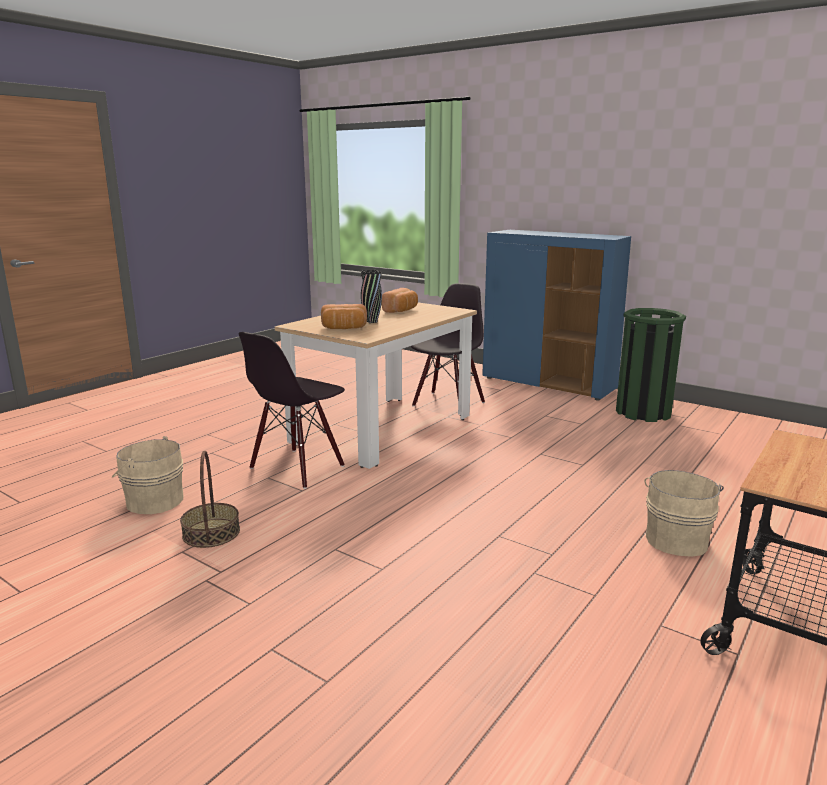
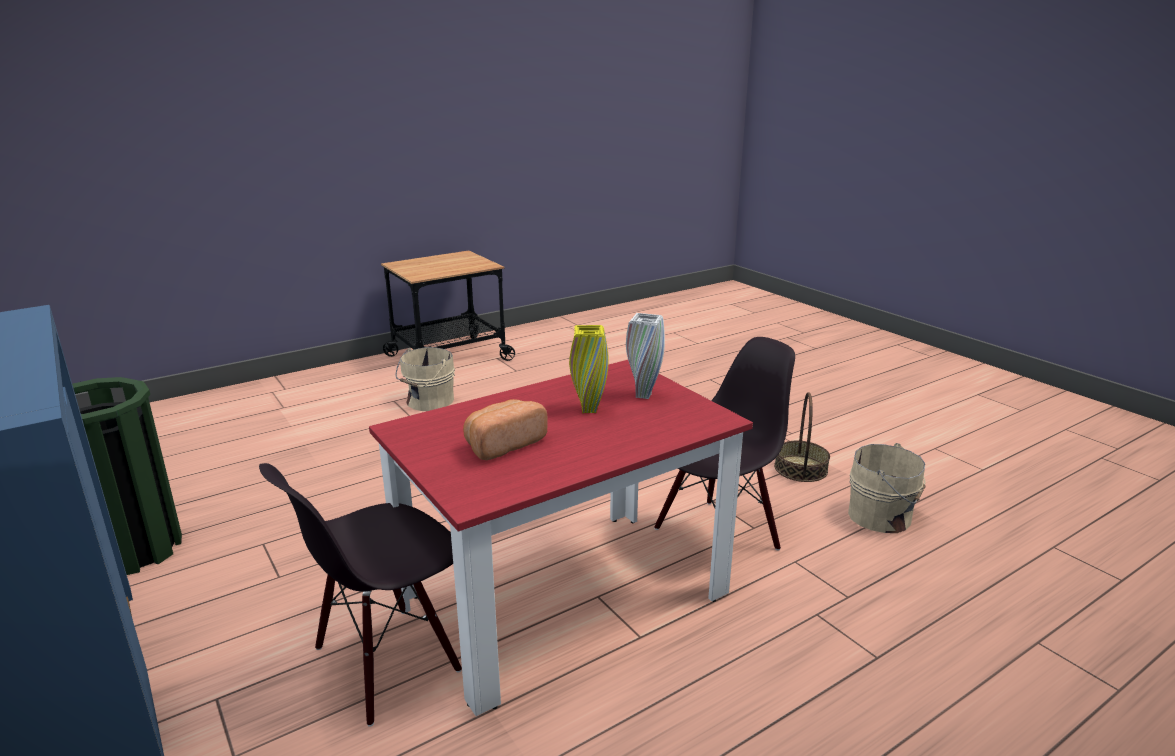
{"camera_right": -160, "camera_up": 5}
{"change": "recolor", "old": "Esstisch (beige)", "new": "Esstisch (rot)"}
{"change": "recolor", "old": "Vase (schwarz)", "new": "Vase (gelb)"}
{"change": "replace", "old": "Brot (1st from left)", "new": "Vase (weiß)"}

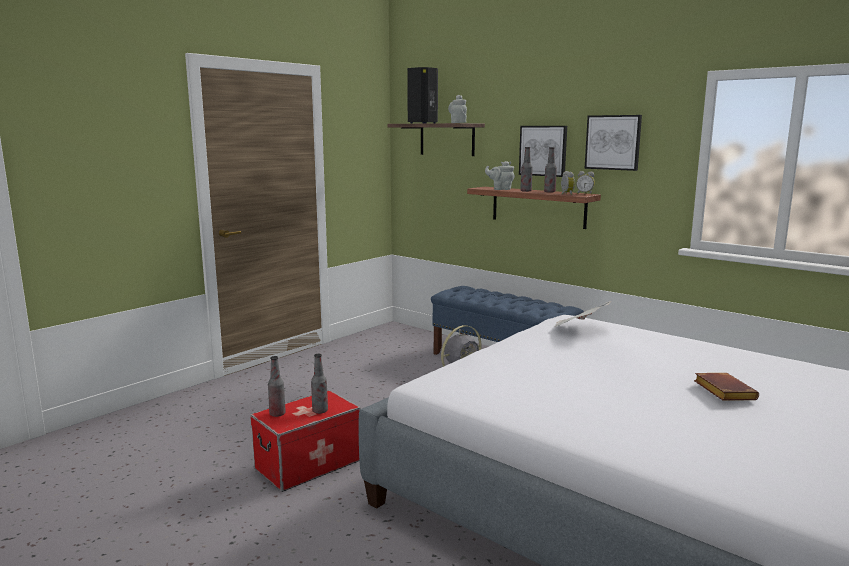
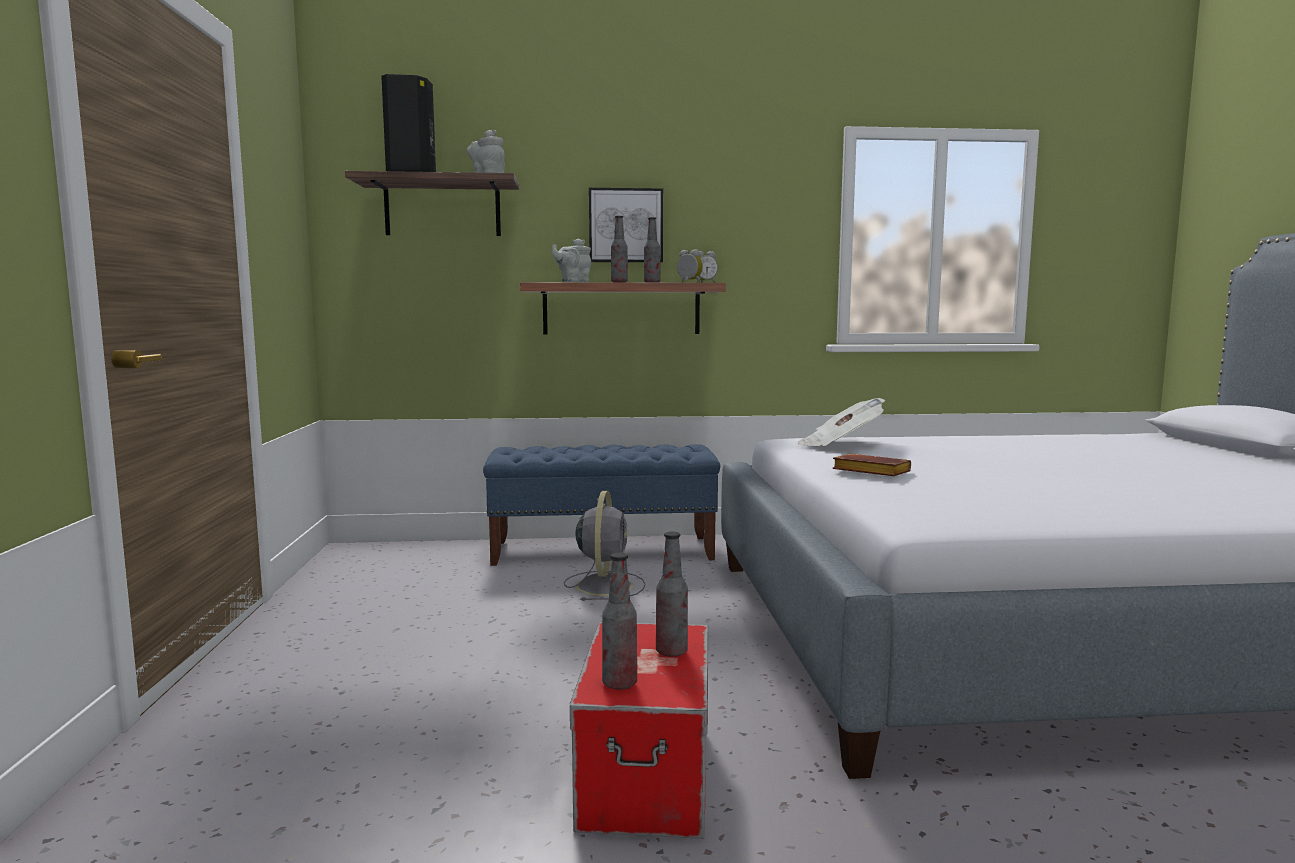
{"camera_right": -45, "camera_up": -5}
{"change": "move", "old": "Buch (braun)"}
{"change": "delete", "old": "Bild (2nd from left)"}

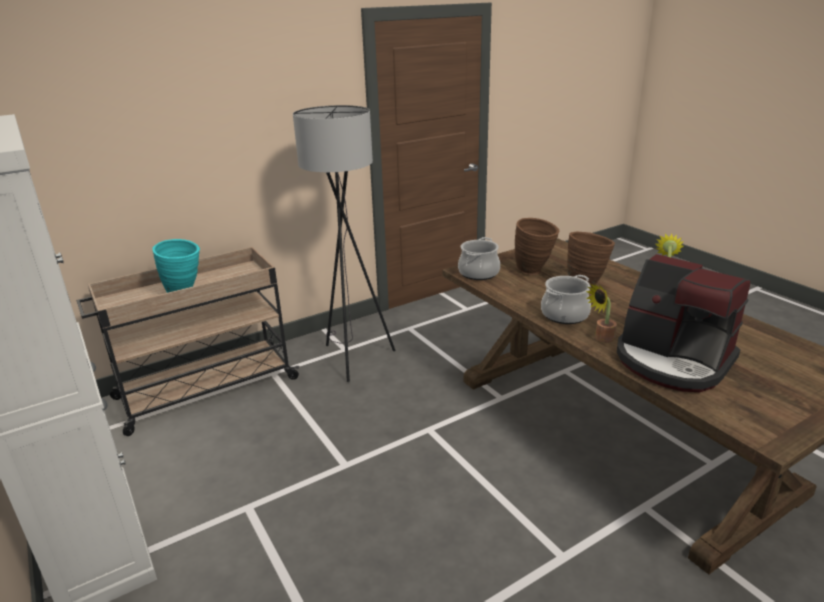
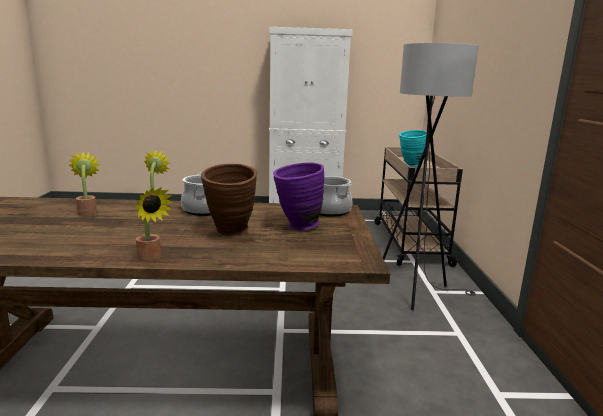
{"camera_right": 120, "camera_up": -10}
{"change": "replace", "old": "Kaffeemaschine", "new": "Topfpflanze (1st from left)"}
{"change": "recolor", "old": "Vase (braun) (1st from left)", "new": "Vase (lila)"}

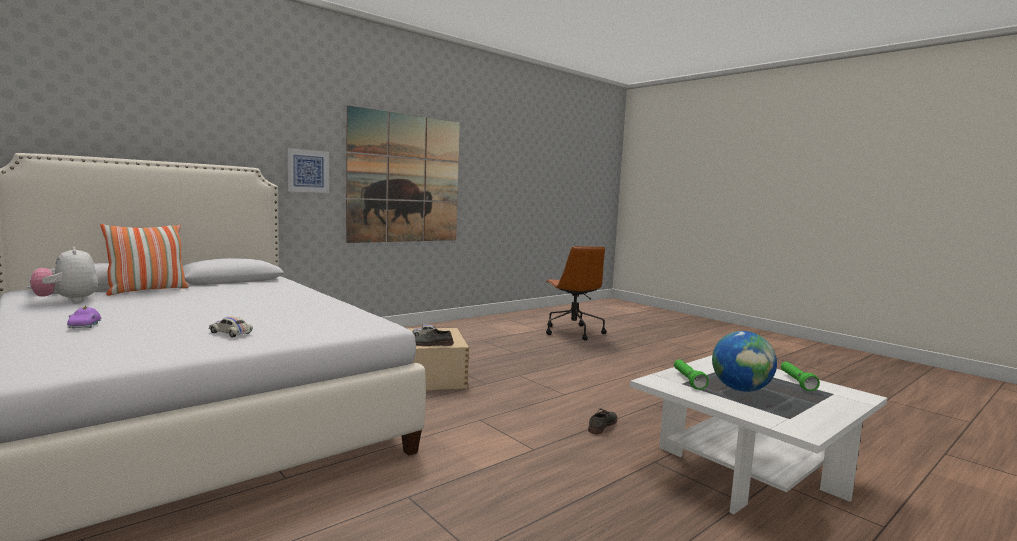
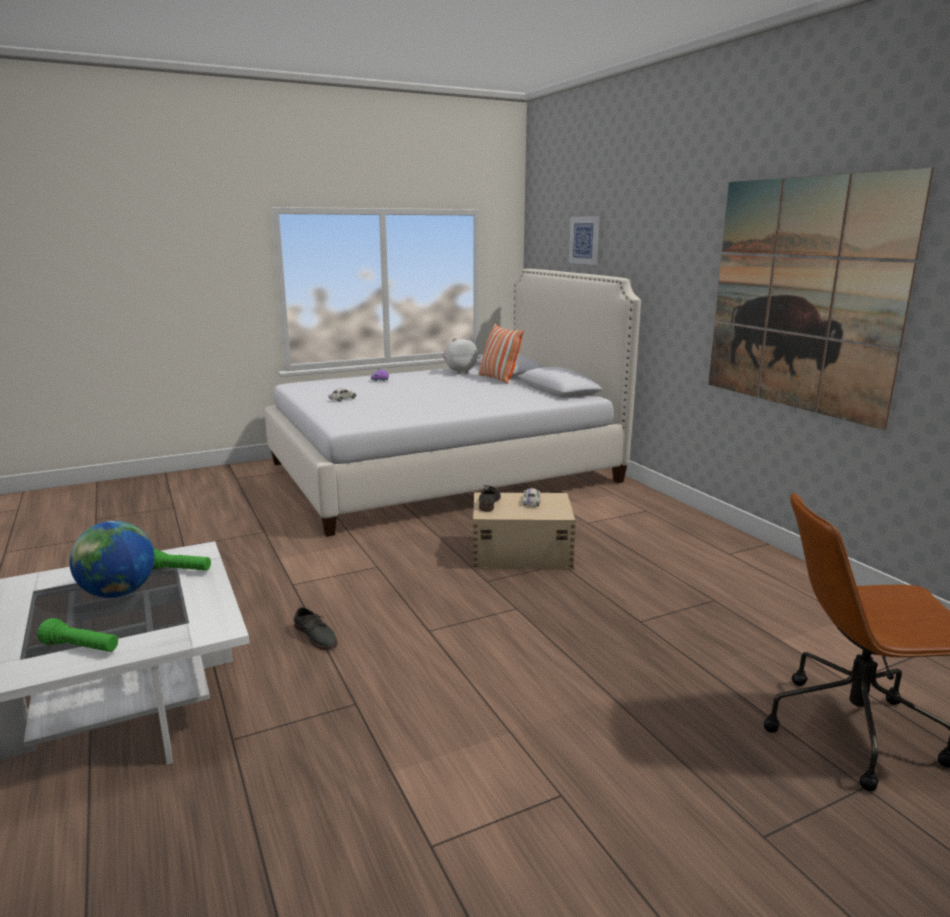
{"camera_right": 105, "camera_up": 10}
{"change": "move", "old": "Bild (1st from left)"}

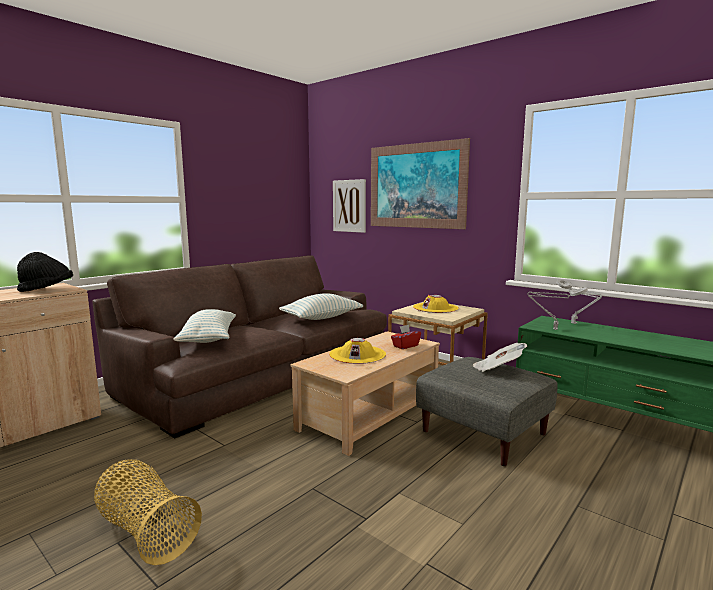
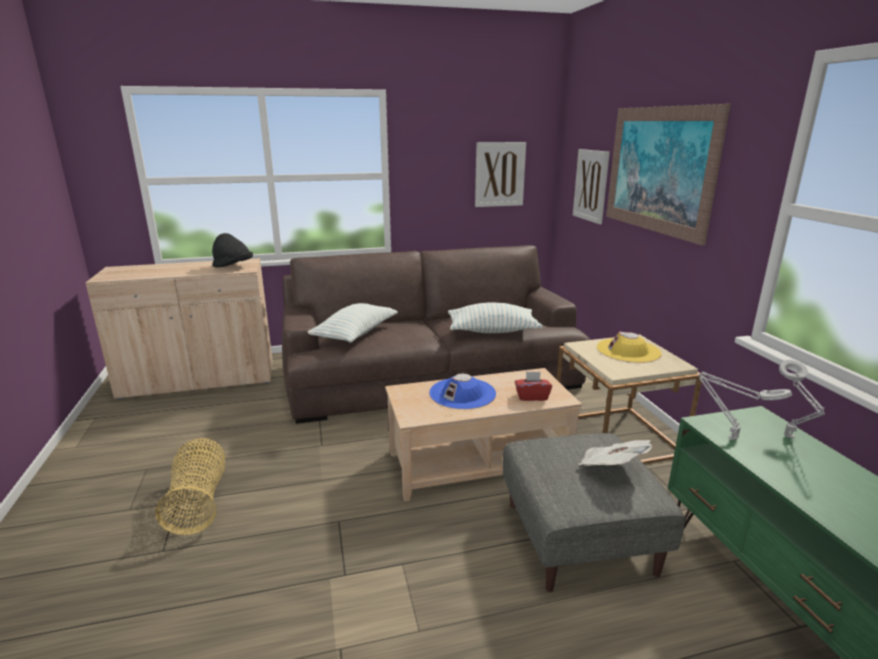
{"camera_right": 35, "camera_up": 10}
{"change": "recolor", "old": "Hut (gelb) (1st from left)", "new": "Hut (blau)"}
{"change": "insert", "new": "Bild (1st from left)"}

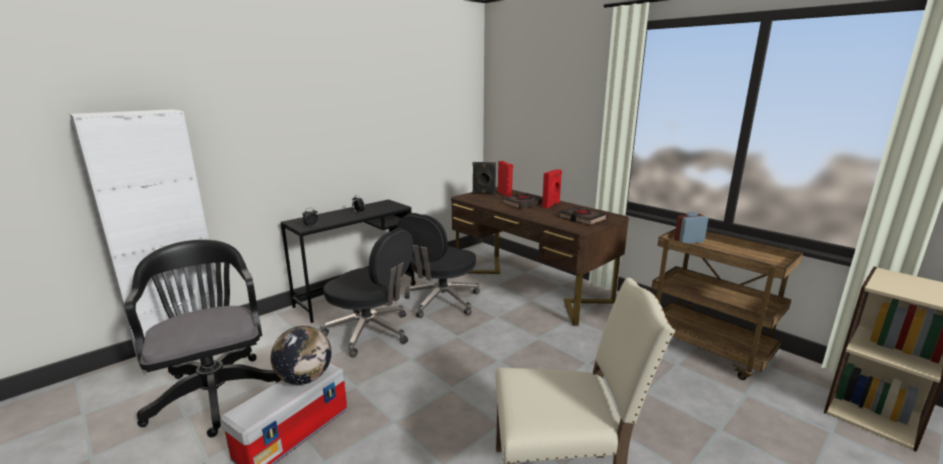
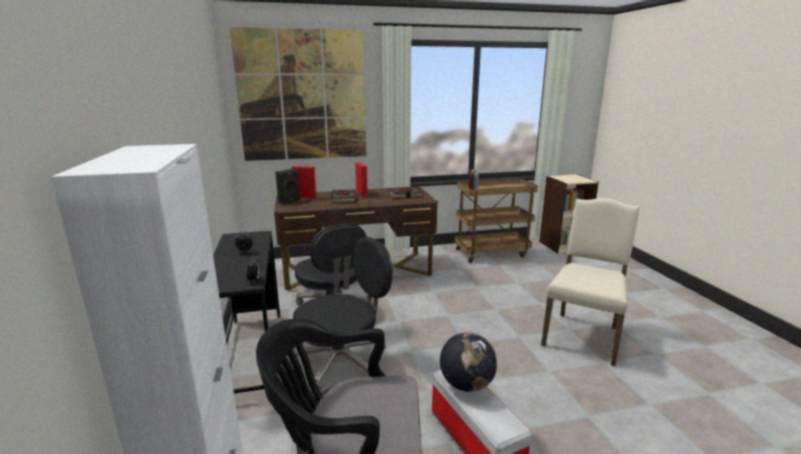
{"camera_right": -60, "camera_up": 0}
{"change": "insert", "new": "Bild"}

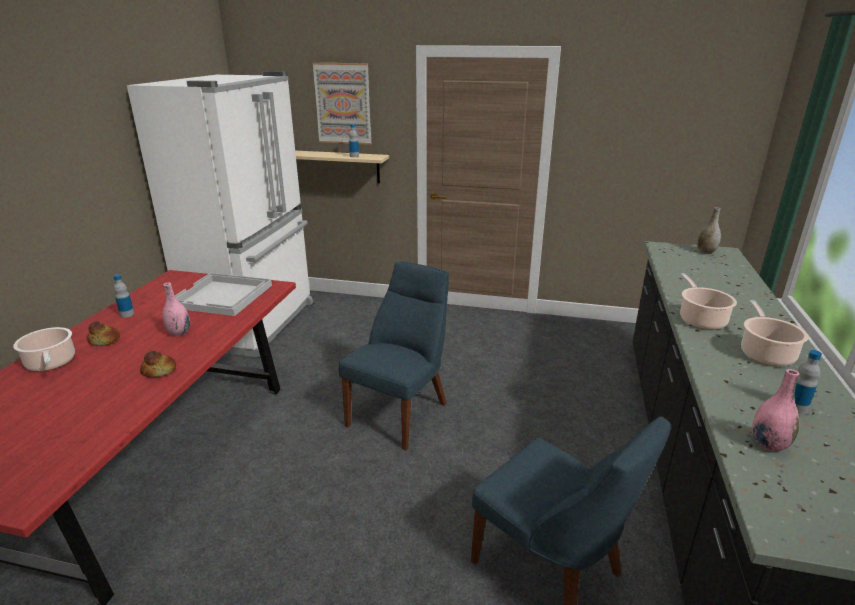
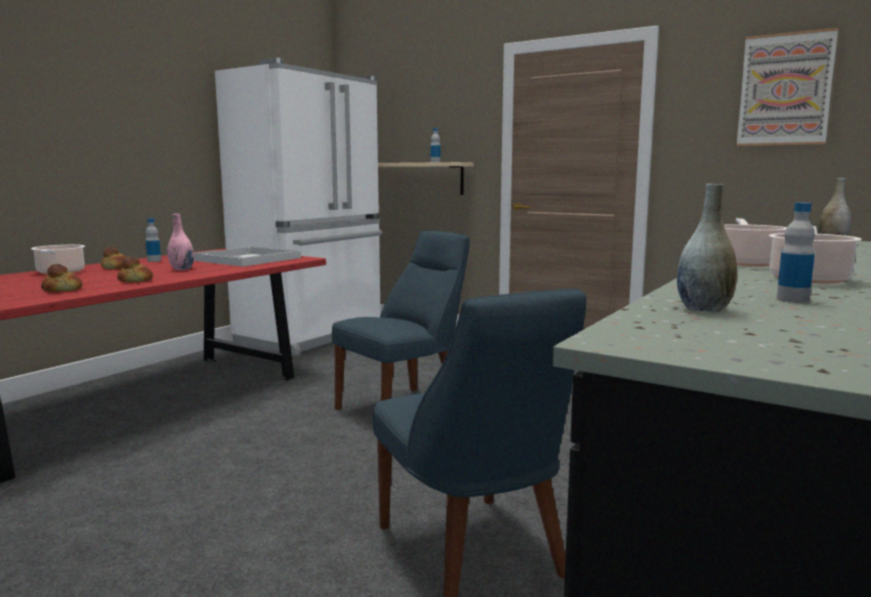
{"camera_right": 20, "camera_up": -15}
{"change": "insert", "new": "Brot (1st from left)"}
{"change": "recolor", "old": "Vase (rosa) (2nd from left)", "new": "Vase (grau) (1st from left)"}
{"change": "move", "old": "Bild"}

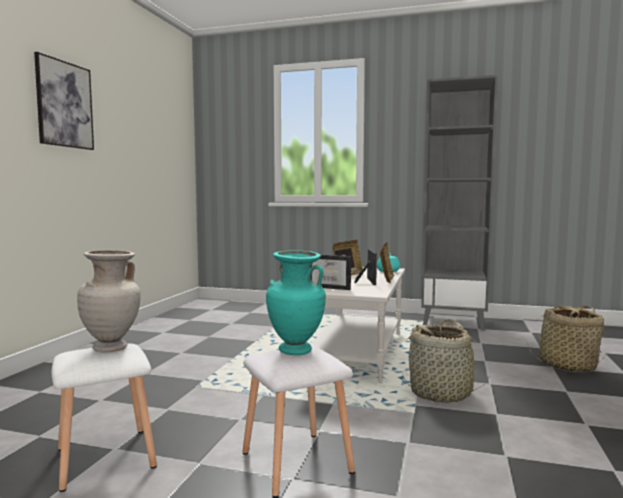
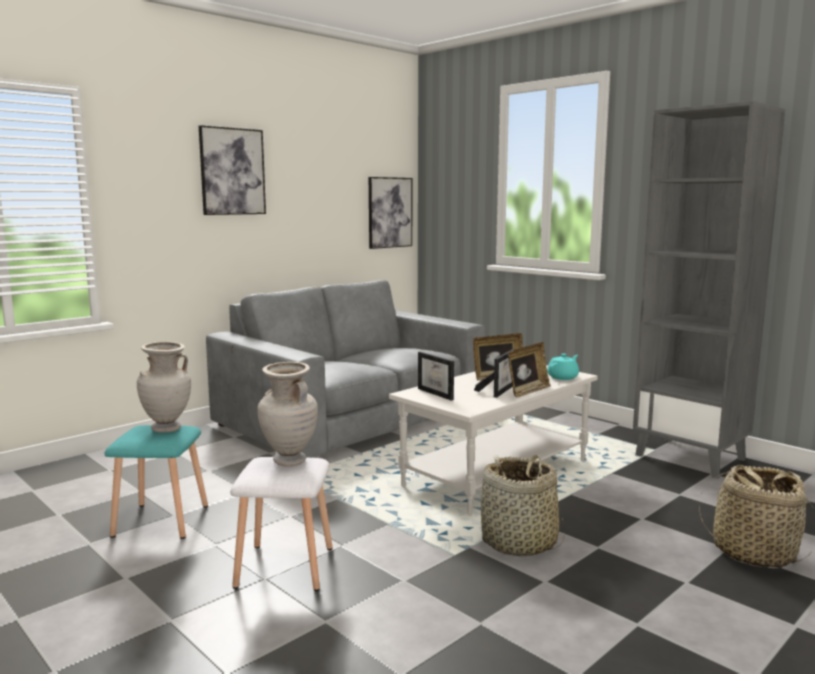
{"camera_right": 30, "camera_up": 5}
{"change": "recolor", "old": "Hocker (weiß) (1st from left)", "new": "Hocker (türkis)"}
{"change": "insert", "new": "Sofa (grau)"}
{"change": "recolor", "old": "Vase (türkis)", "new": "Vase (beige) (2nd from left)"}
{"change": "insert", "new": "Bild (2nd from left)"}

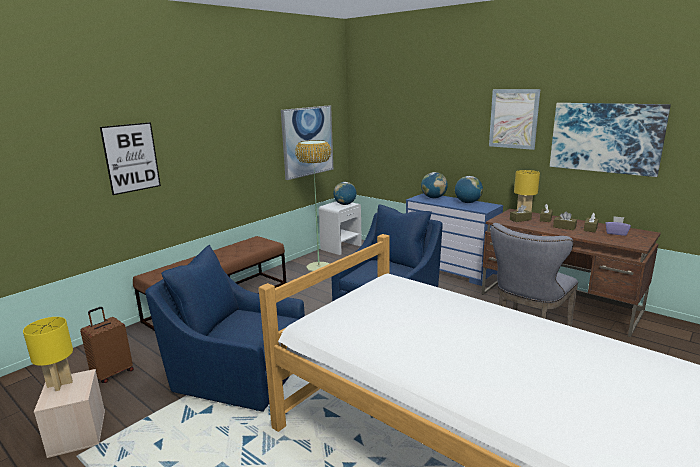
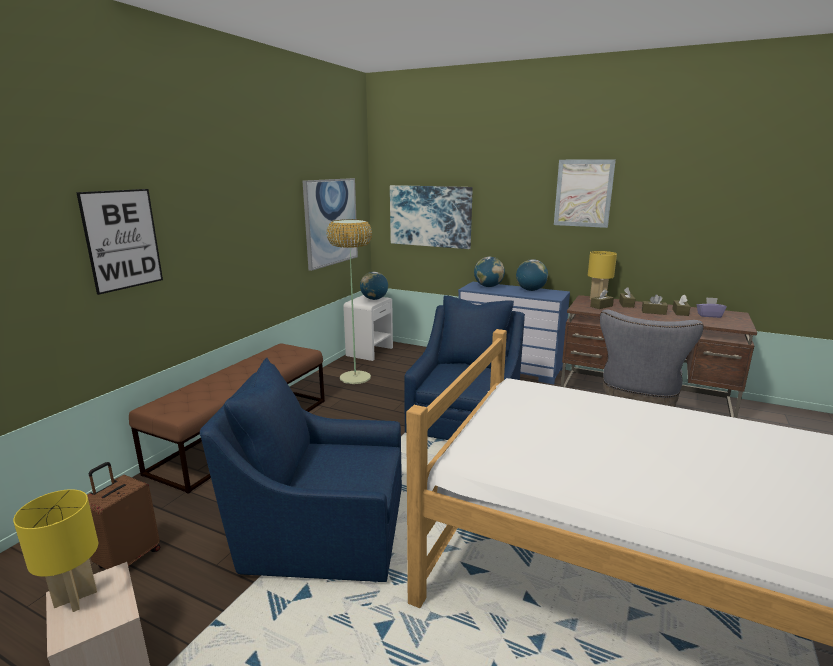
{"camera_right": -15, "camera_up": 0}
{"change": "move", "old": "Bild (4th from left in the first image)", "new": "Bild (3rd from left)"}

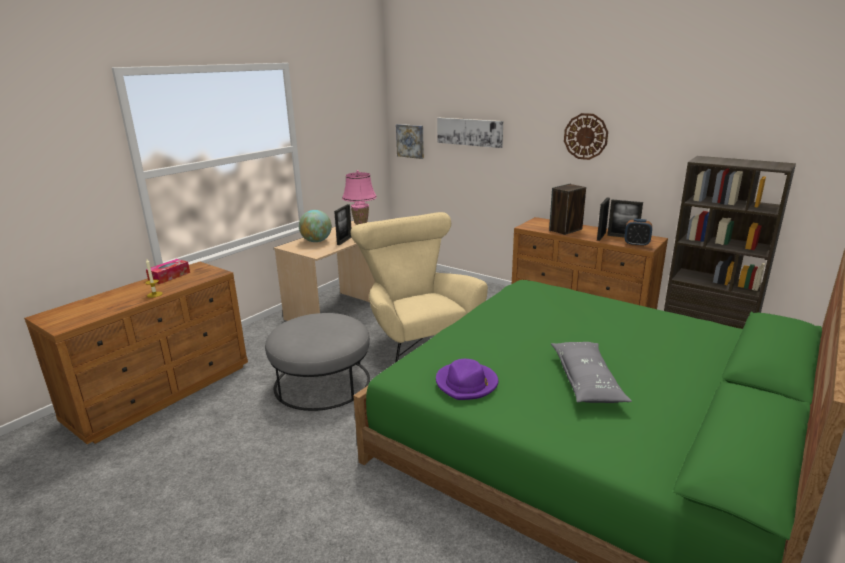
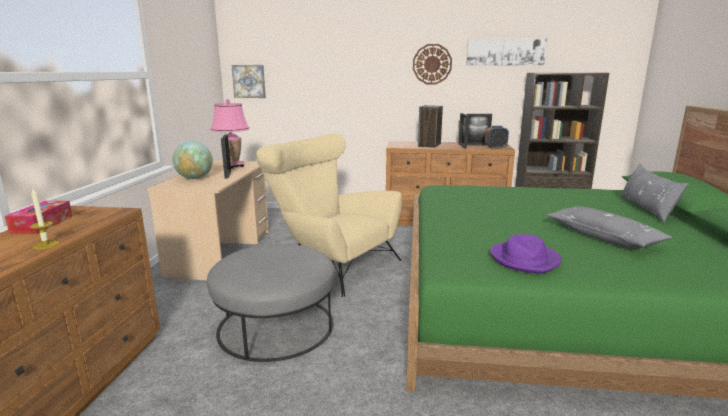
{"camera_right": -30, "camera_up": -5}
{"change": "move", "old": "Bild (2nd from left)"}
{"change": "insert", "new": "Kissen (grau) (2nd from left)"}

